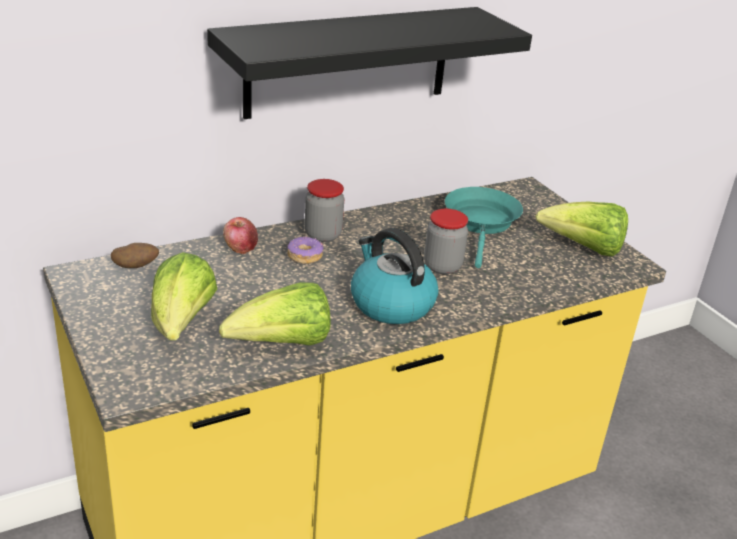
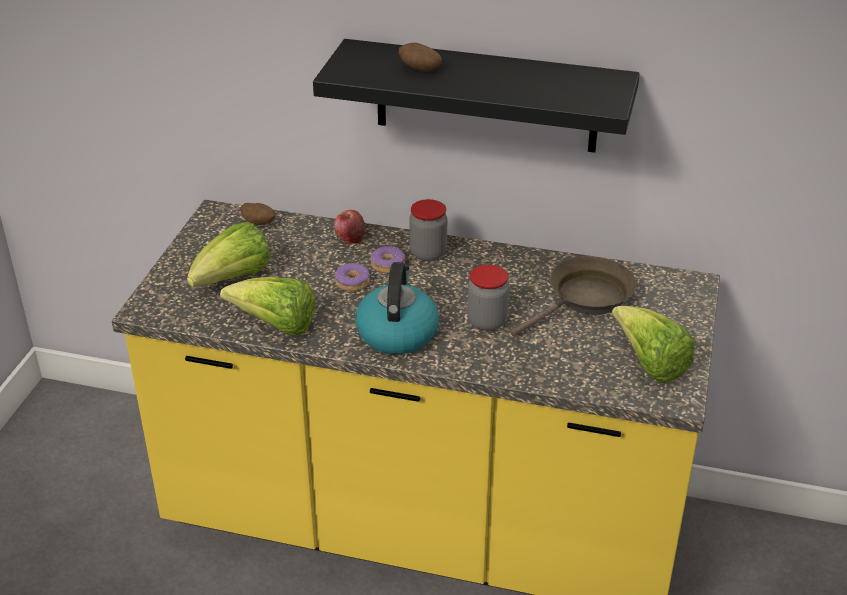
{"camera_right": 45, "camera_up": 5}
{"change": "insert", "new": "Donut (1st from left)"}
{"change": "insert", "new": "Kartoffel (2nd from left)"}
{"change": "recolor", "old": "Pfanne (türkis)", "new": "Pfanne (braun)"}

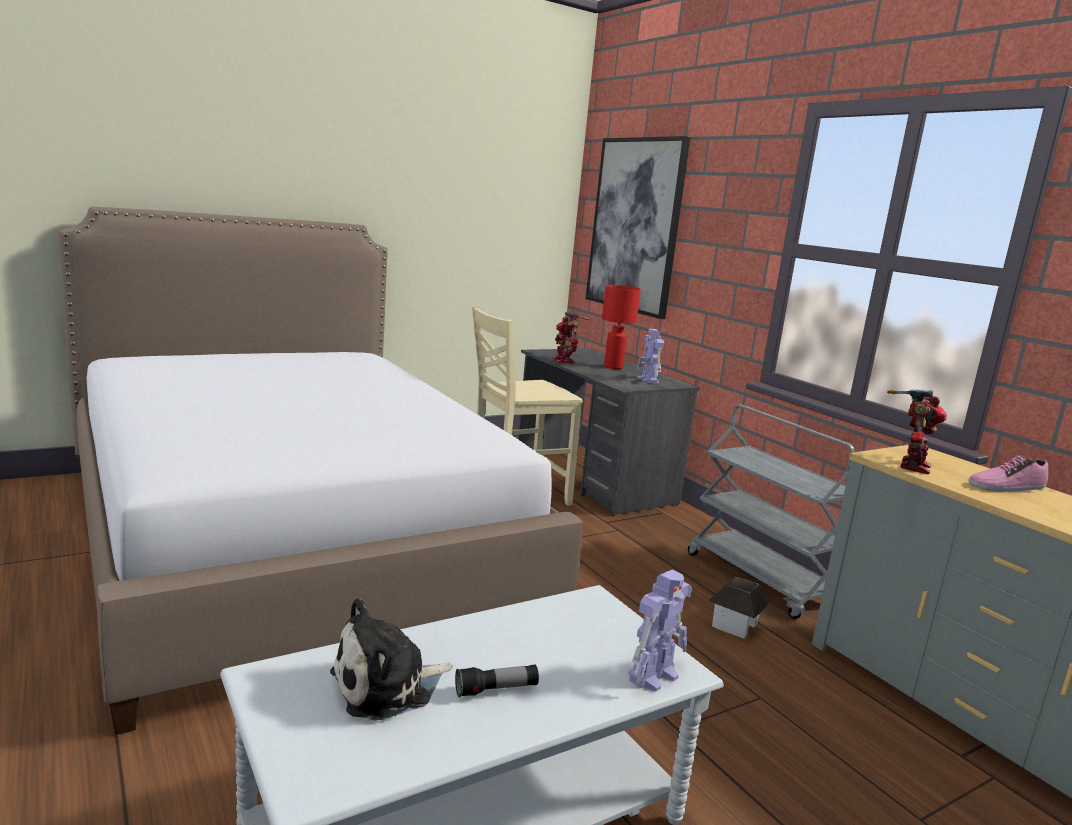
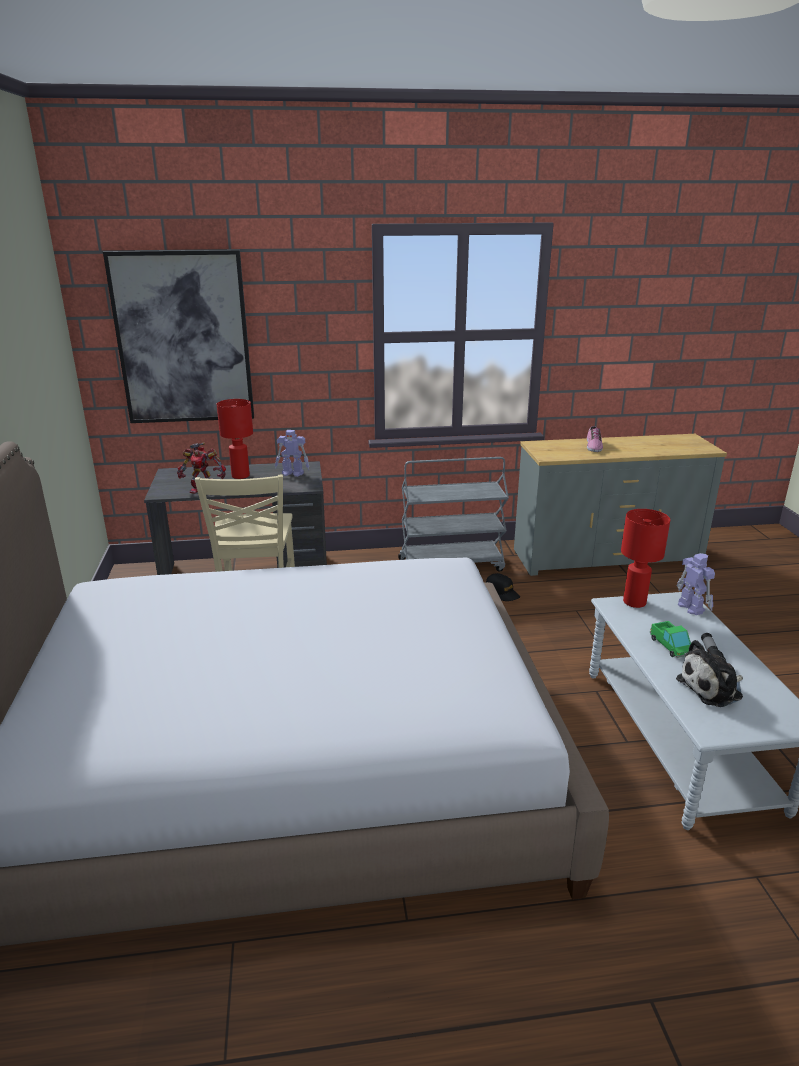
{"camera_right": -65, "camera_up": 10}
{"change": "replace", "old": "Spielzeughaus", "new": "Kappe (schwarz)"}
{"change": "insert", "new": "Tischlampe (rot) (2nd from left)"}
{"change": "insert", "new": "Spielzeuglaster"}
{"change": "rotate", "old": "Plüschtier", "degrees": 75}
{"change": "delete", "old": "Spielzeugroboter (4th from left)"}

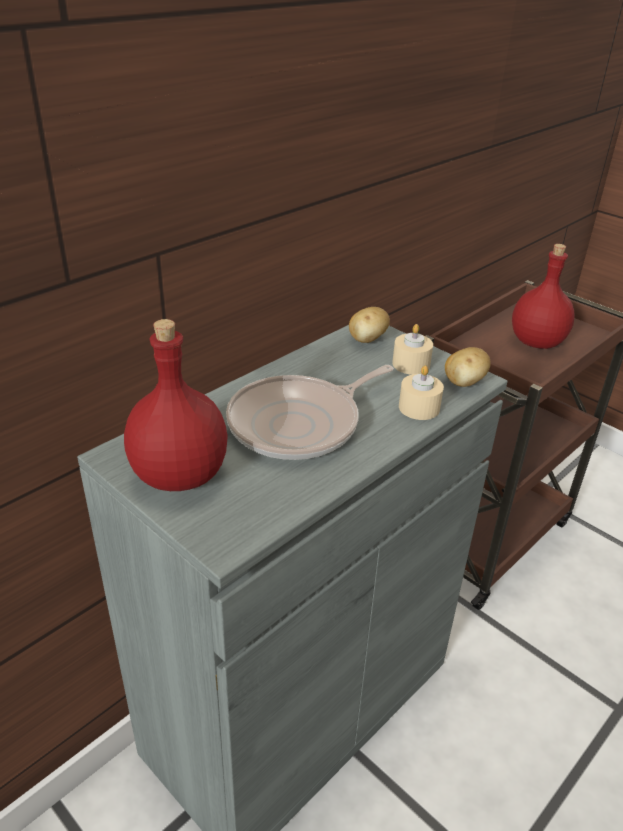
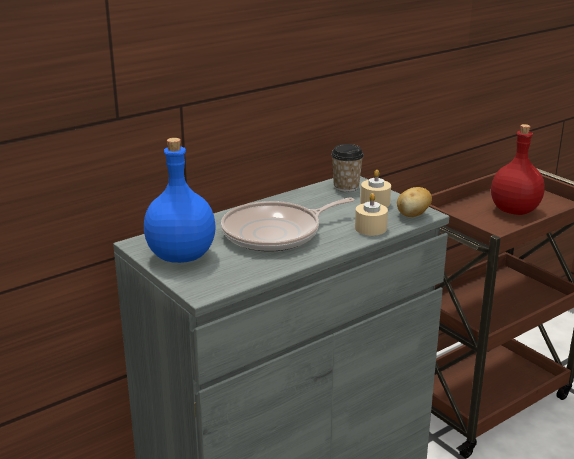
{"camera_right": 10, "camera_up": -10}
{"change": "recolor", "old": "Flasche (rot) (1st from left)", "new": "Flasche (blau)"}
{"change": "replace", "old": "Kartoffel (1st from left)", "new": "Tasse"}

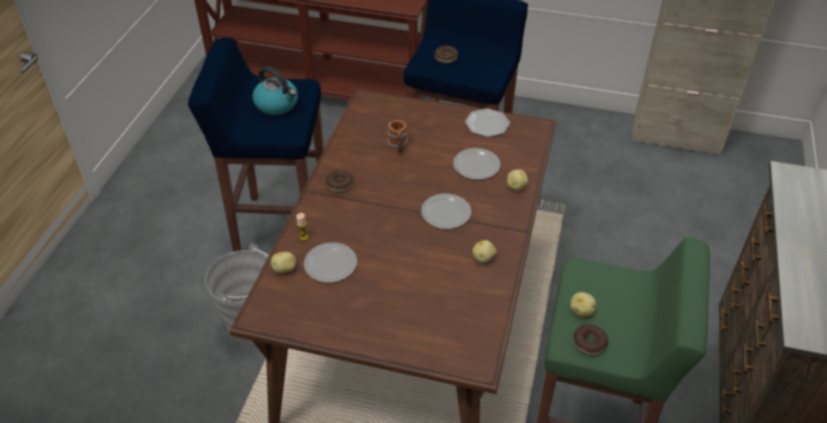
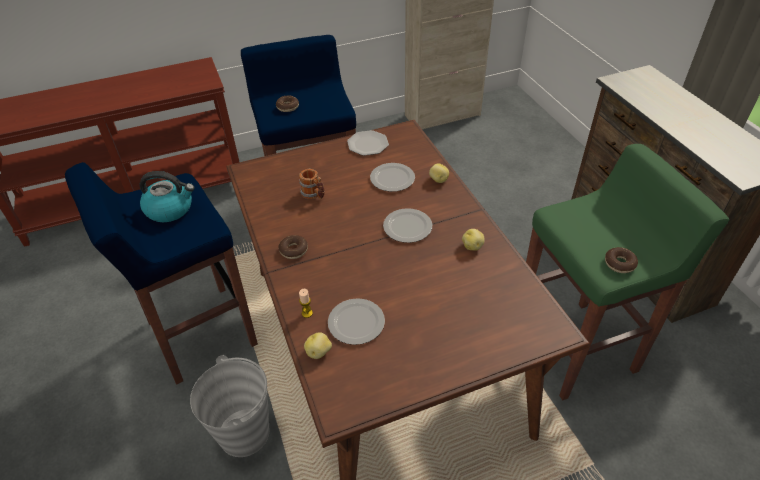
{"camera_right": -35, "camera_up": 0}
{"change": "delete", "old": "Kartoffel (4th from left)"}

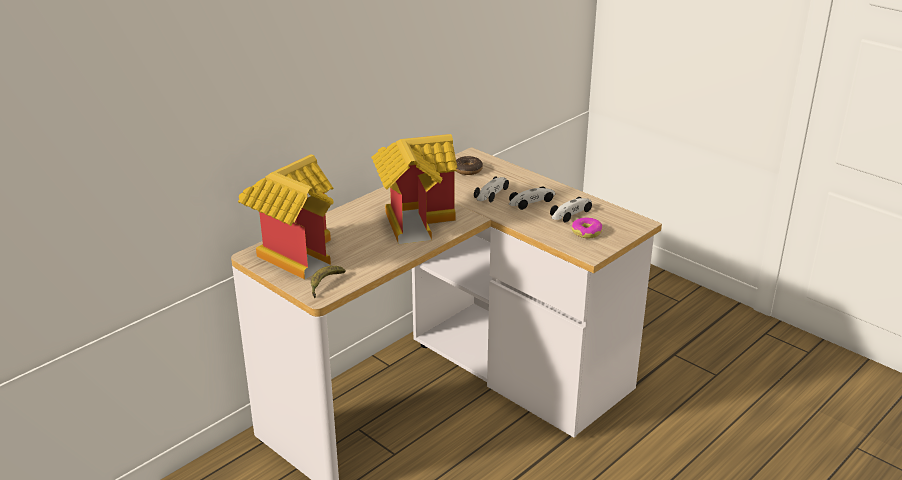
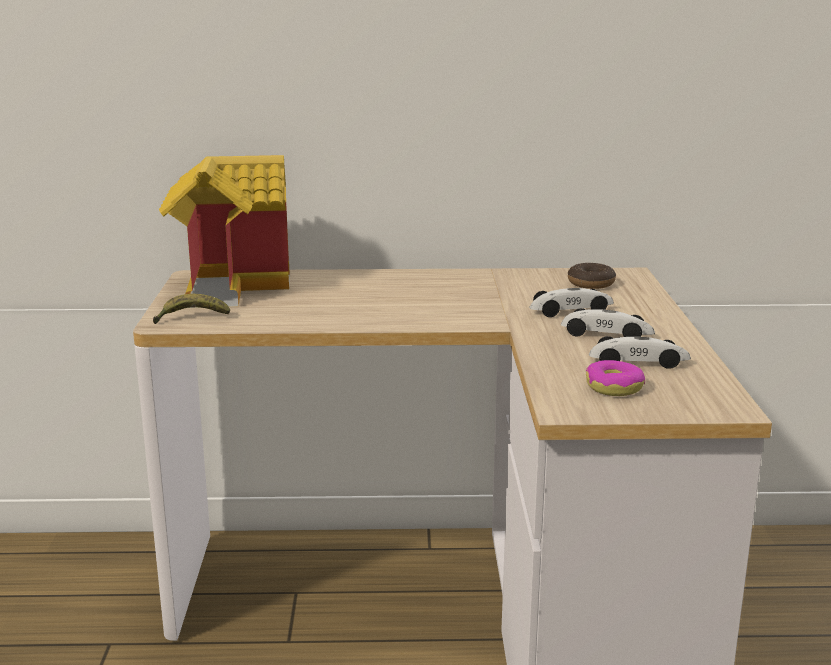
{"camera_right": 45, "camera_up": -10}
{"change": "delete", "old": "Spielzeughaus (2nd from left)"}

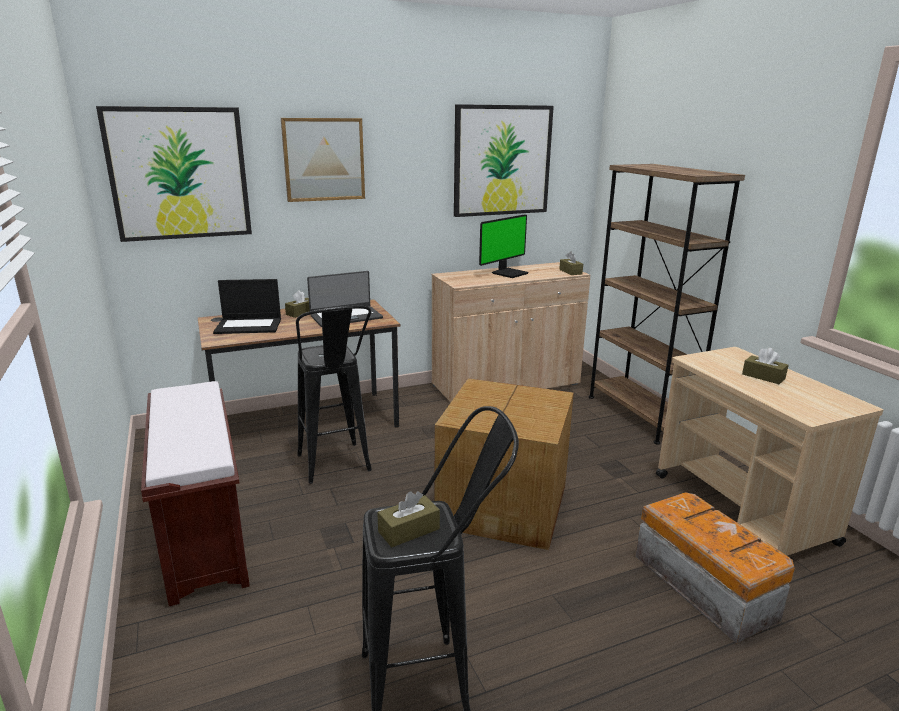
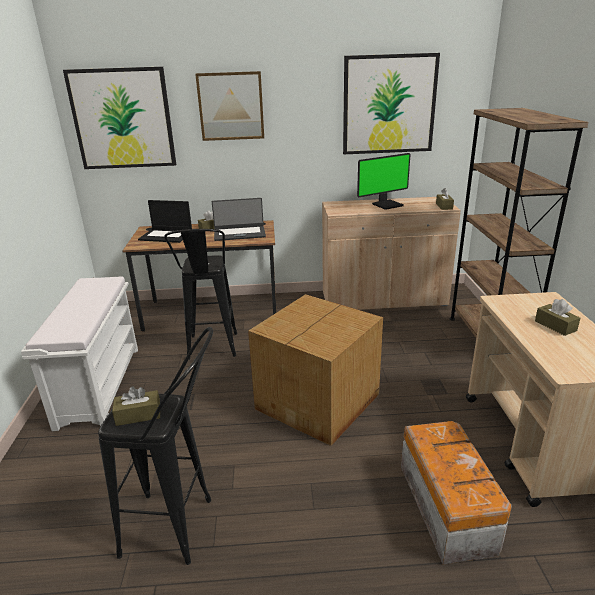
{"camera_right": 20, "camera_up": 5}
{"change": "recolor", "old": "Bank (braun)", "new": "Bank (weiß)"}

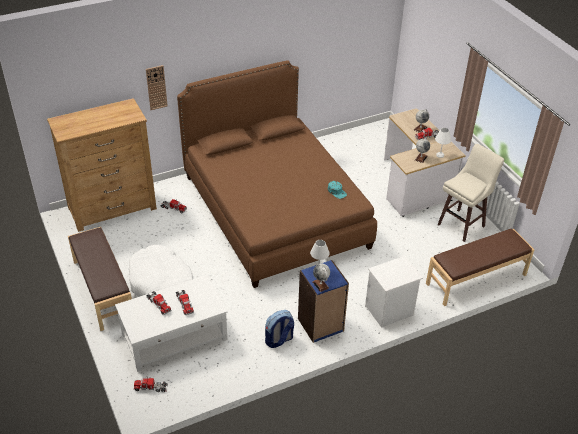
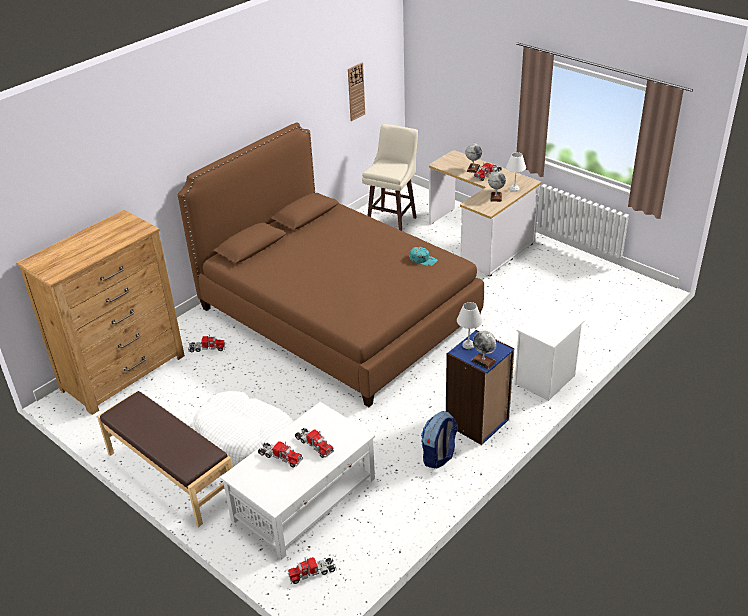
{"camera_right": -20, "camera_up": -5}
{"change": "move", "old": "Wanduhr"}
{"change": "move", "old": "Hocker (beige)"}
{"change": "delete", "old": "Bank (braun) (2nd from left)"}

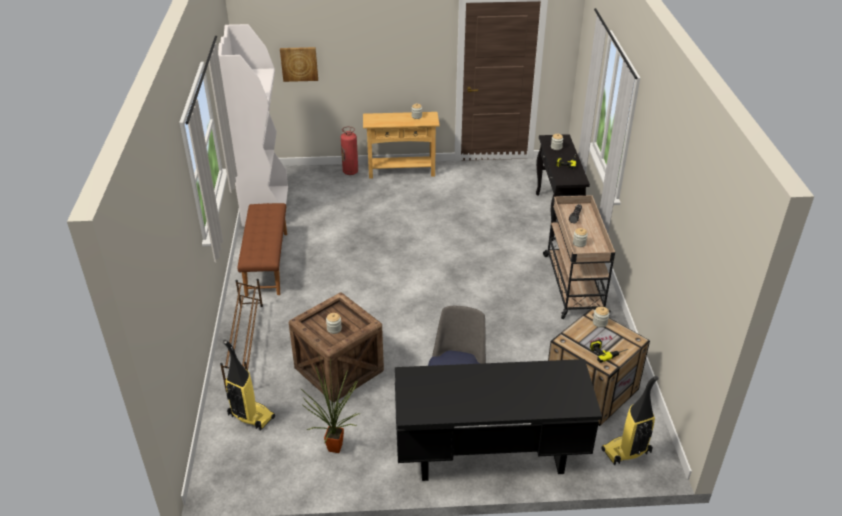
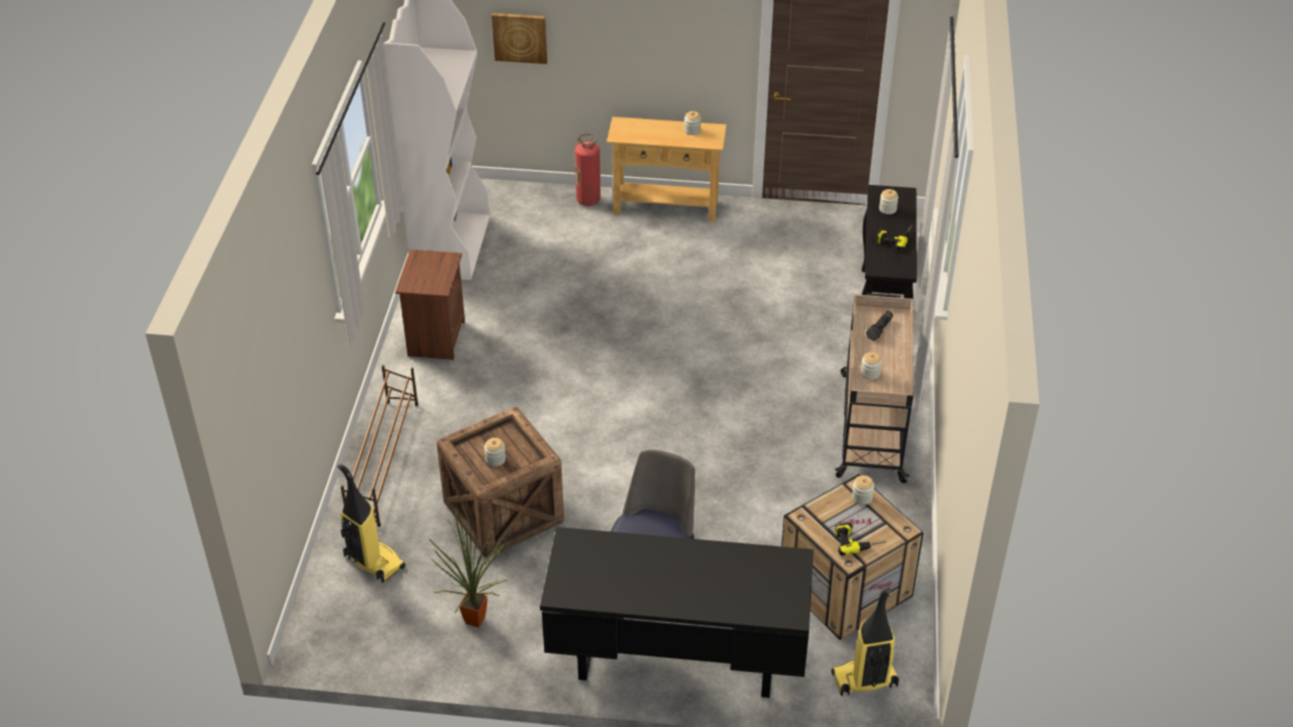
{"camera_right": 10, "camera_up": 5}
{"change": "replace", "old": "Bank (braun)", "new": "Nachttisch (braun)"}

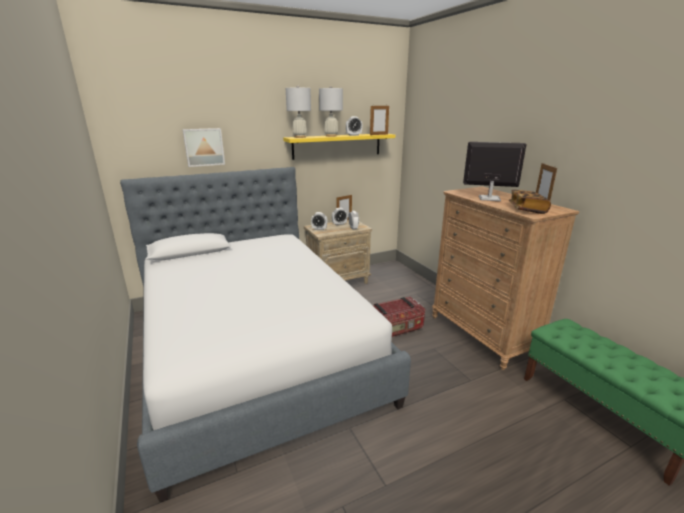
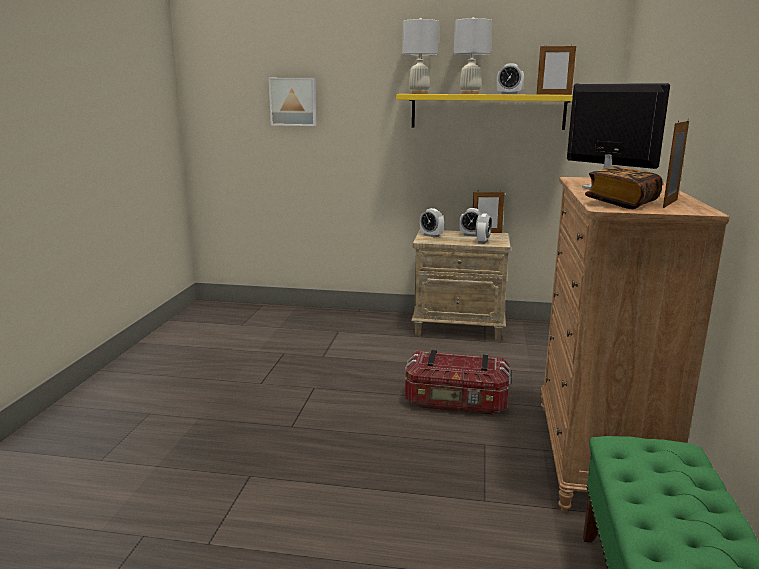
{"camera_right": 35, "camera_up": -5}
{"change": "delete", "old": "Bett"}

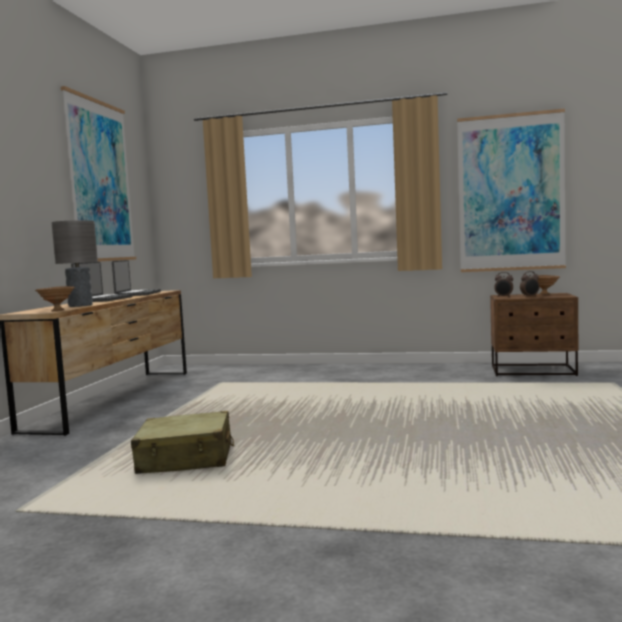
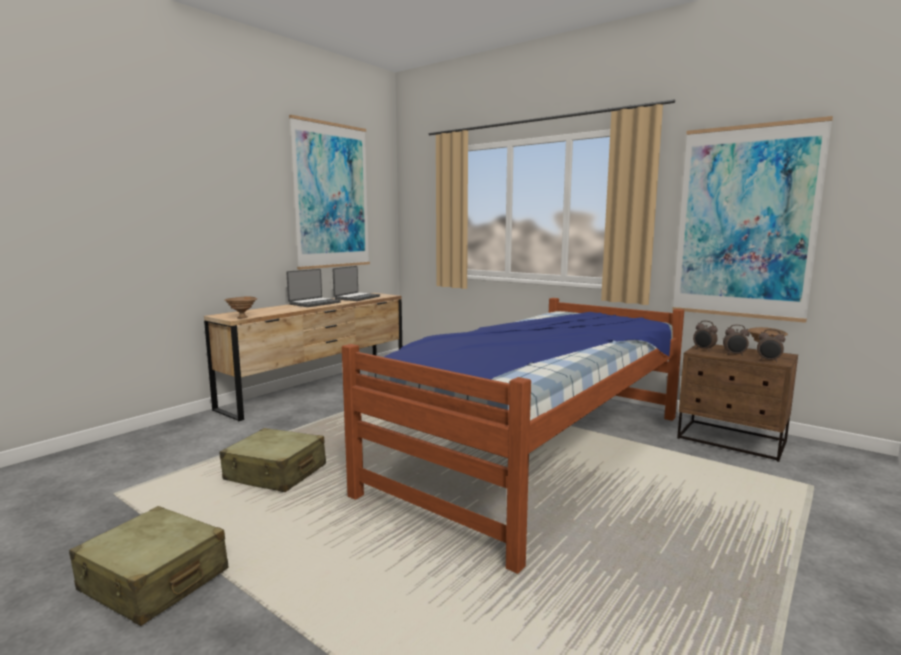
{"camera_right": 25, "camera_up": 5}
{"change": "insert", "new": "Koffer (beige) (1st from left)"}
{"change": "insert", "new": "Bett"}
{"change": "insert", "new": "Wecker (3rd from left)"}
{"change": "delete", "old": "Tischlampe (grau)"}

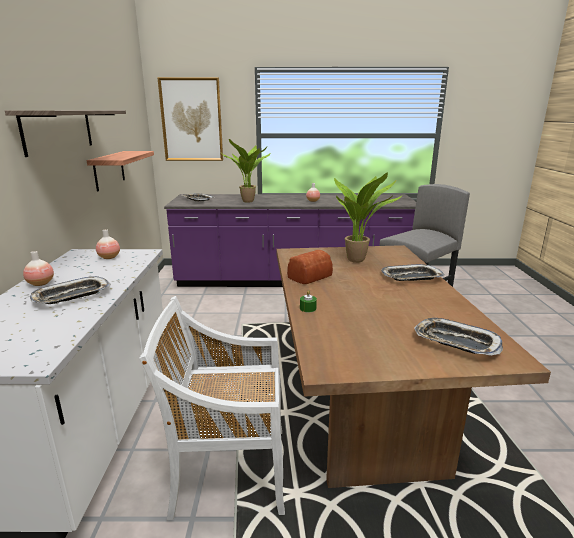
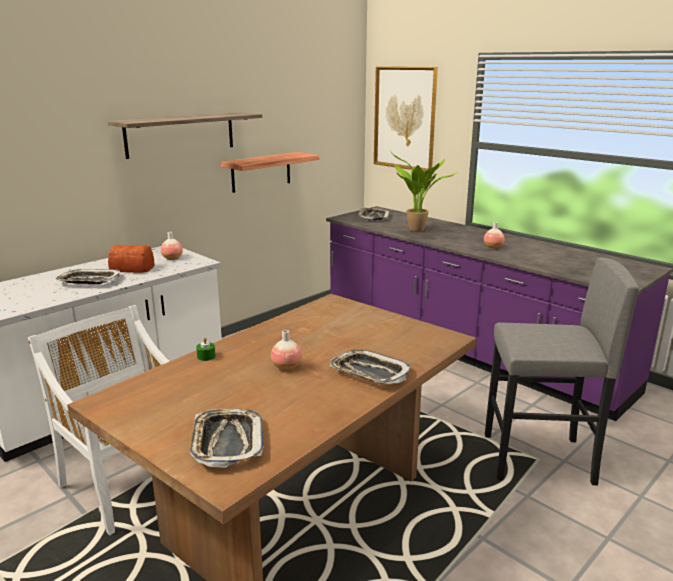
{"camera_right": 45, "camera_up": 0}
{"change": "move", "old": "Brot"}
{"change": "move", "old": "Vase (1st from left in the first image)", "new": "Vase (2nd from left)"}
{"change": "delete", "old": "Topfpflanze (2nd from left)"}

